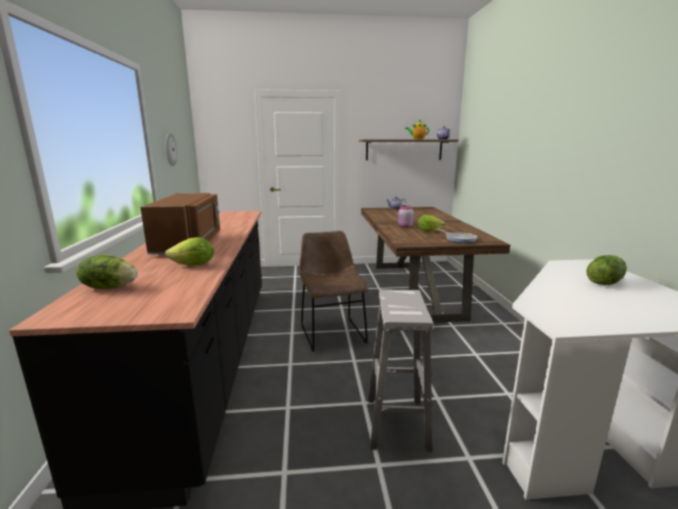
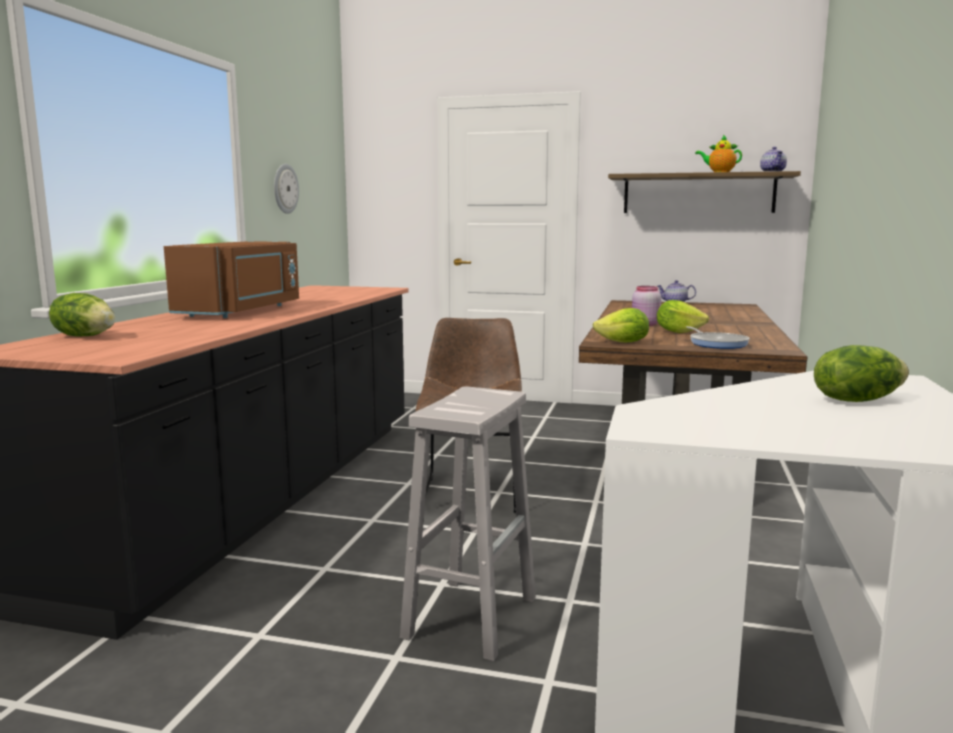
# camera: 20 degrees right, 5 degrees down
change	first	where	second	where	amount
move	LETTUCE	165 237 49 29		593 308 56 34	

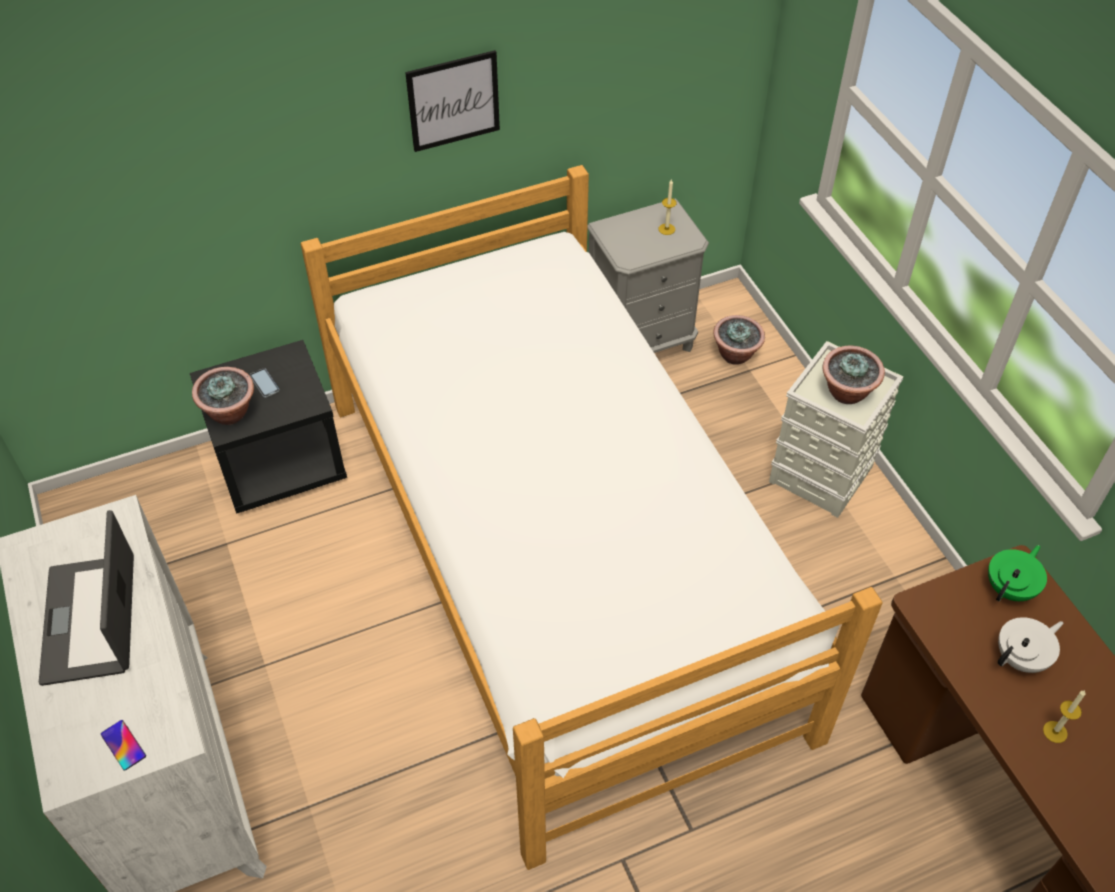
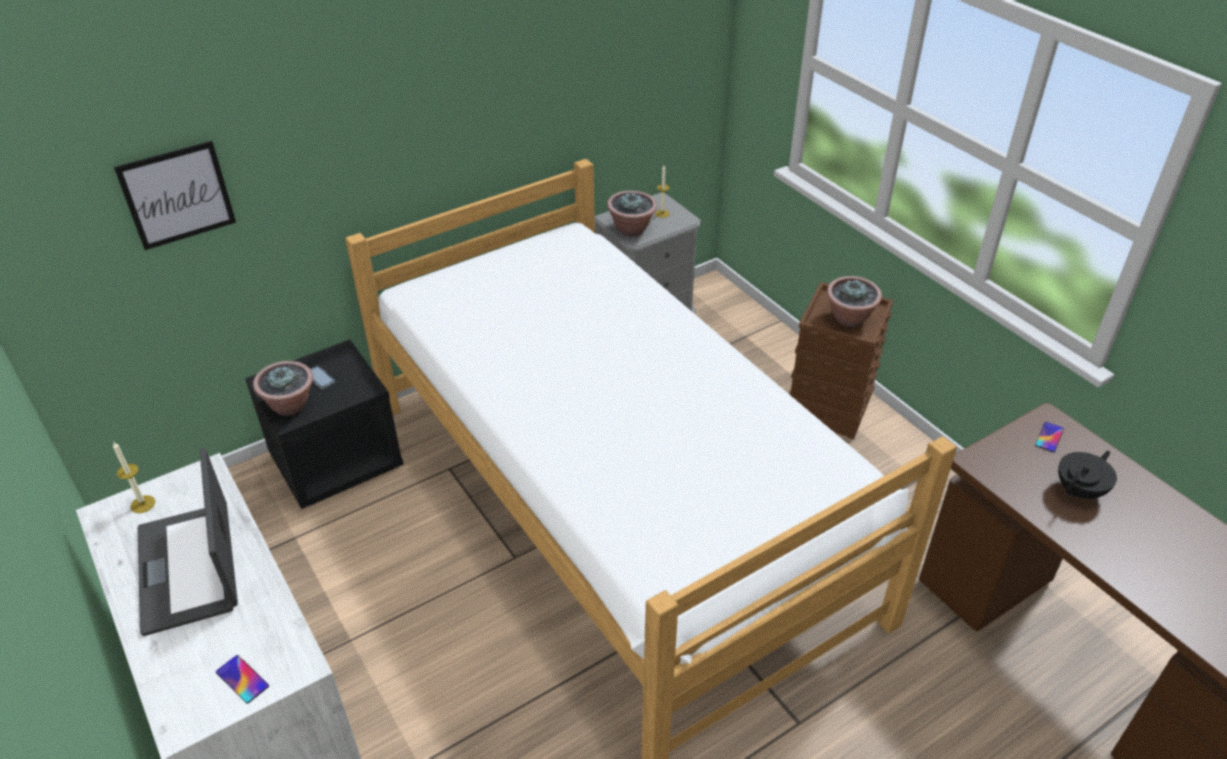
# camera: 10 degrees left, 10 degrees down
change	first	where	second	where	amount
move	PICTURE	405 50 95 102		114 141 122 109	
move	POTTED PLANT	713 315 52 50		607 191 50 46	
recolor	GREY STORAGE BOX	769 341 135 177	BROWN STORAGE BOX	789 282 105 157	
replace	GREEN TEAPOT	988 545 59 56	PHONE	1035 422 29 31	
recolor	WHITE TEAPOT	998 617 65 56	BLACK TEAPOT	1058 451 59 48	
move	CANDLE	1043 690 43 53		113 441 42 72	

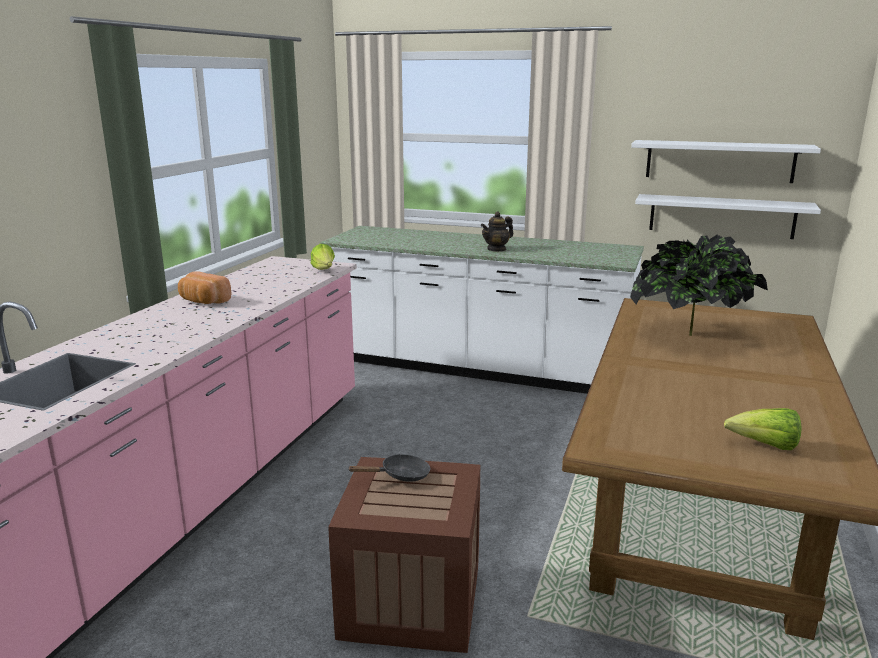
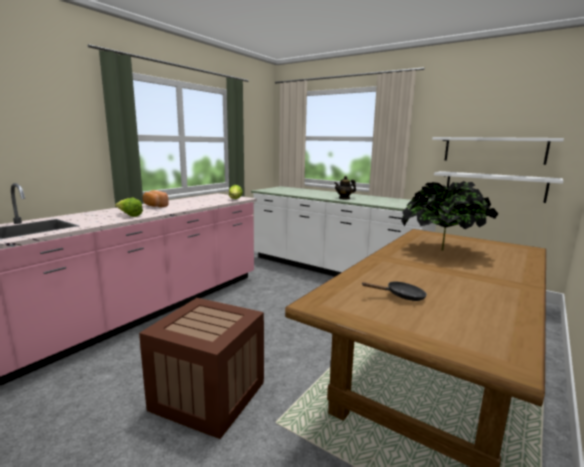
# camera: 15 degrees right, 5 degrees down
change	first	where	second	where	amount
move	LETTUCE	724 408 78 42		115 198 28 19	
move	BLACK FRYING PAN	347 454 83 28		362 282 65 19	

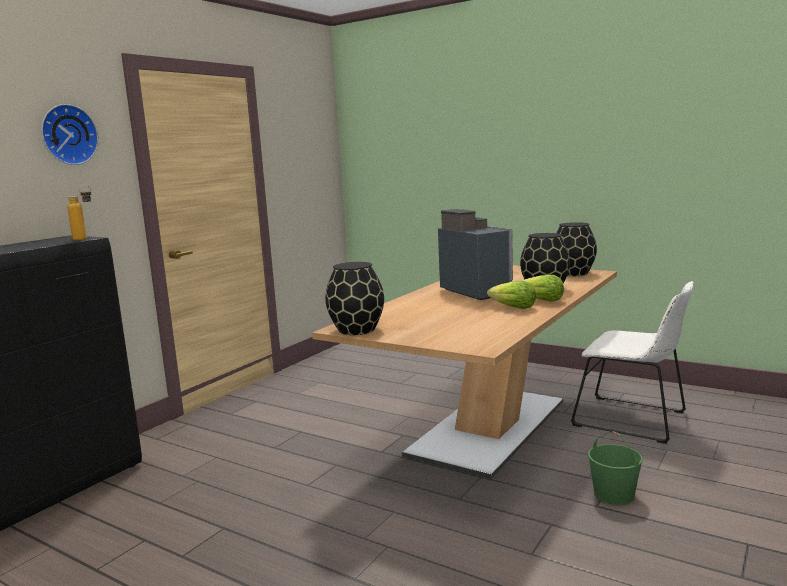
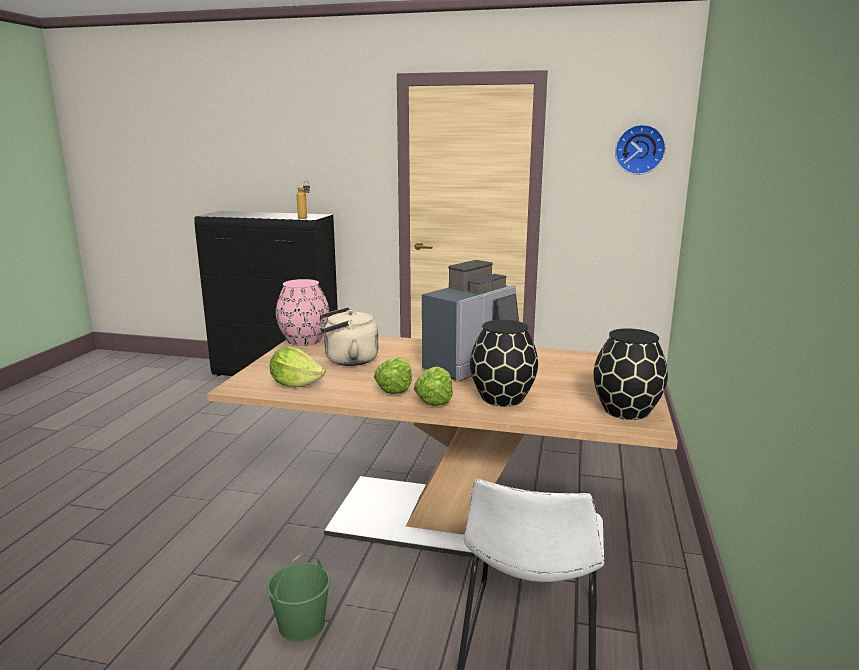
# camera: 70 degrees right, 5 degrees up
change	first	where	second	where	amount
move	WALL CLOCK	41 104 58 61		615 124 51 51	
recolor	BLACK VASE	325 262 59 73	PINK VASE	276 279 53 67	
insert			BEIGE KETTLE	319 307 59 59	
insert			LETTUCE	270 346 55 42	

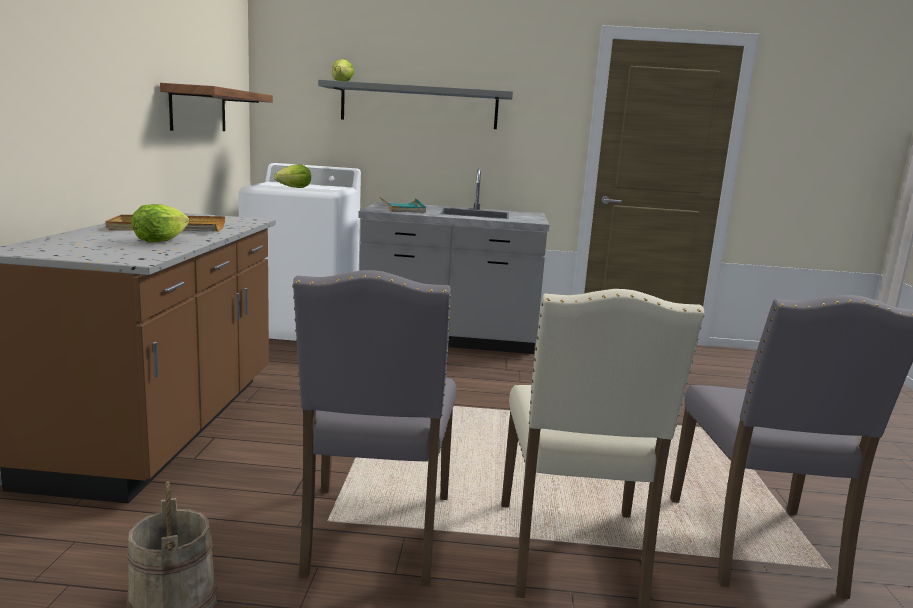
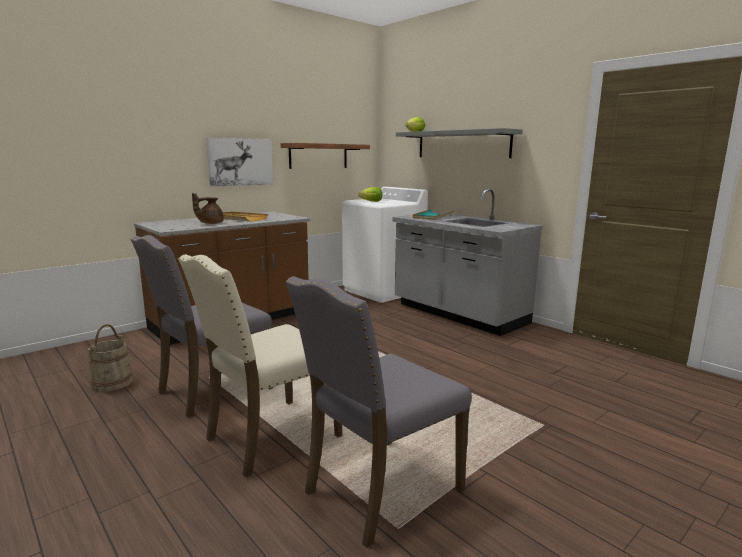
# camera: 45 degrees right, 0 degrees up
change	first	where	second	where	amount
replace	LETTUCE	131 204 58 39	BROWN TEAPOT	192 193 32 31	
insert			PICTURE	206 137 67 50	

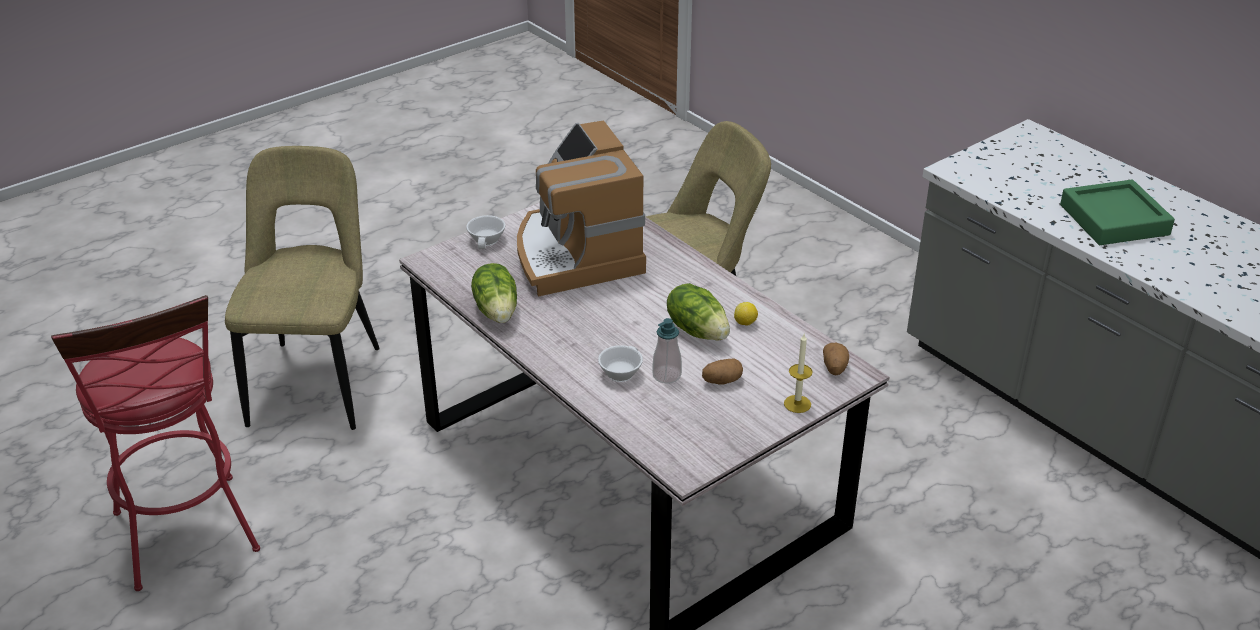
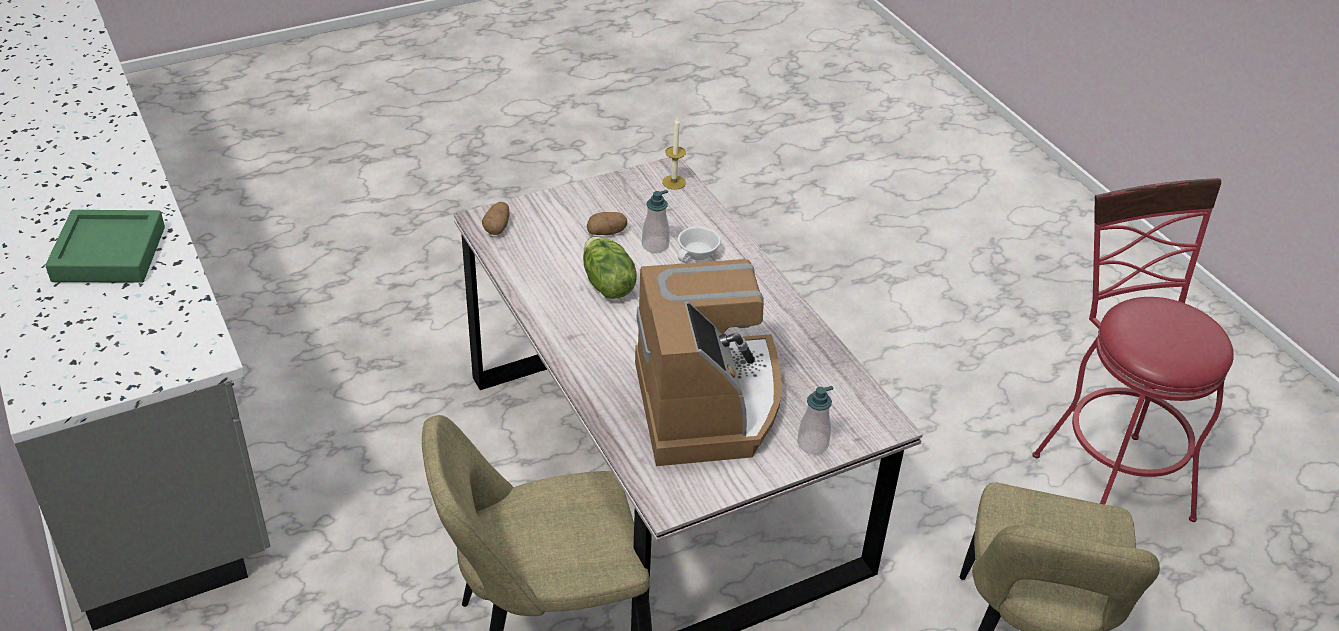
# camera: 170 degrees left, 5 degrees up
change	first	where	second	where	amount
replace	WHITE CUP	466 215 39 34	SOAP DISPENSER	797 386 36 68	
delete	LETTUCE	471 263 46 60			
delete	LEMON	734 302 24 23			
move	CANDLE	784 334 29 79		662 118 24 72	

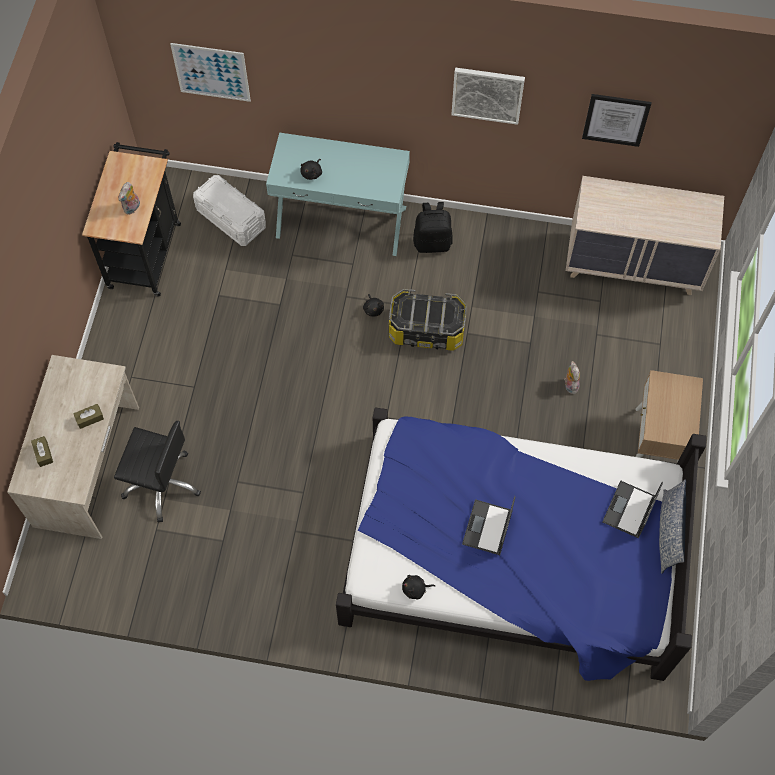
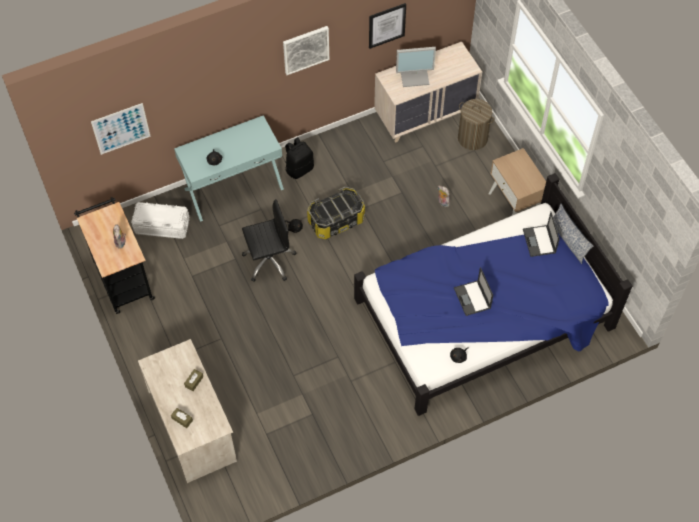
# camera: 35 degrees left, 5 degrees down
change	first	where	second	where	amount
move	BLACK OFFICE CHAIR	114 421 87 101		242 199 55 83	
insert			MONITOR	396 47 40 40	
insert			LAUNDRY BASKET	458 99 36 51	

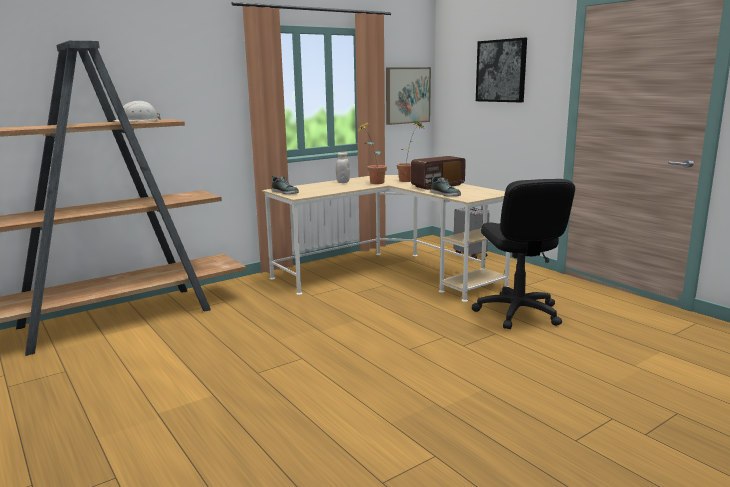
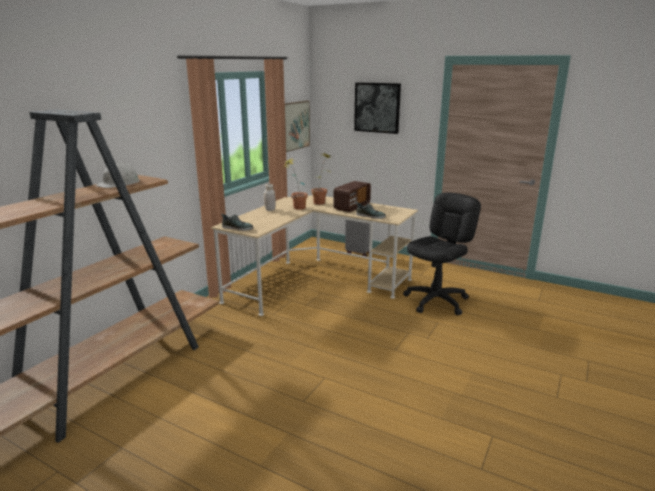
# camera: 25 degrees left, 5 degrees up
change	first	where	second	where	amount
rotate	BLACK OFFICE CHAIR	472 179 103 150		403 192 78 123	105 degrees counterclockwise

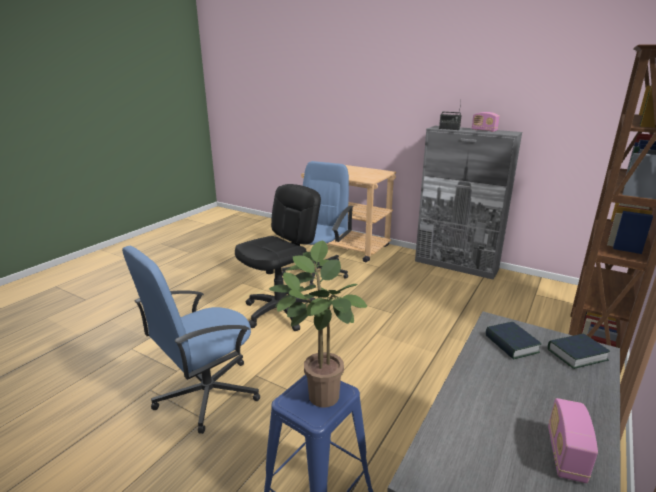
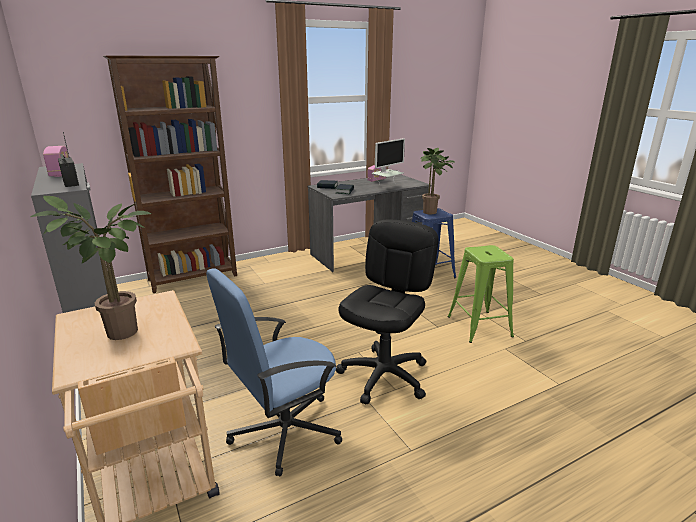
# camera: 150 degrees left, 0 degrees up
change	first	where	second	where	amount
rotate	BLACK OFFICE CHAIR	235 184 86 147		336 220 103 185	135 degrees clockwise
replace	BLUE OFFICE CHAIR	122 246 138 188	GREEN STOOL	447 245 67 98	
insert			MONITOR	372 138 33 47	
insert			POTTED PLANT	30 196 121 144	

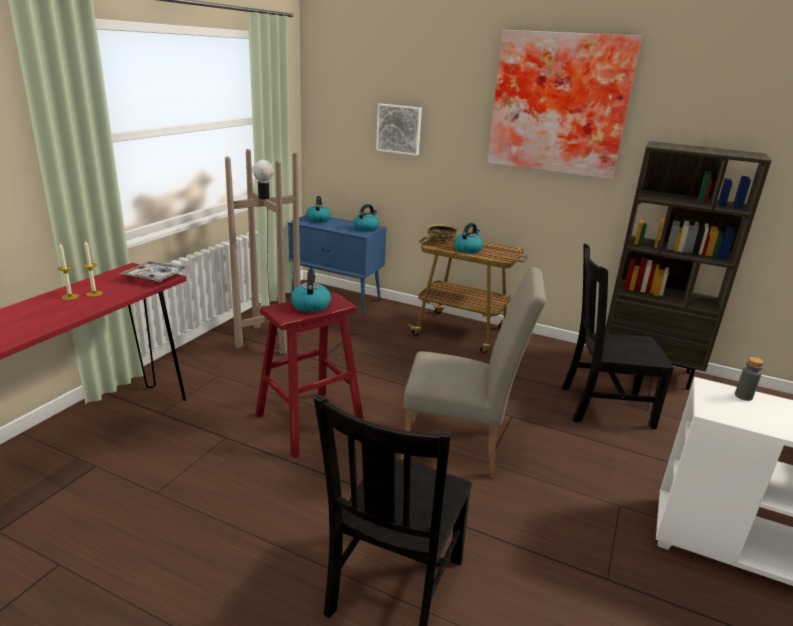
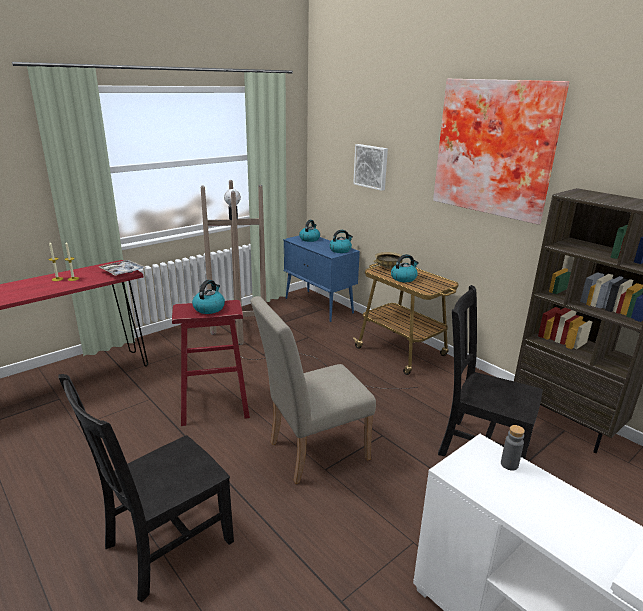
# camera: 25 degrees right, 0 degrees up
change	first	where	second	where	amount
rotate	BEIGE CHAIR	400 267 146 212		250 296 126 188	120 degrees clockwise

